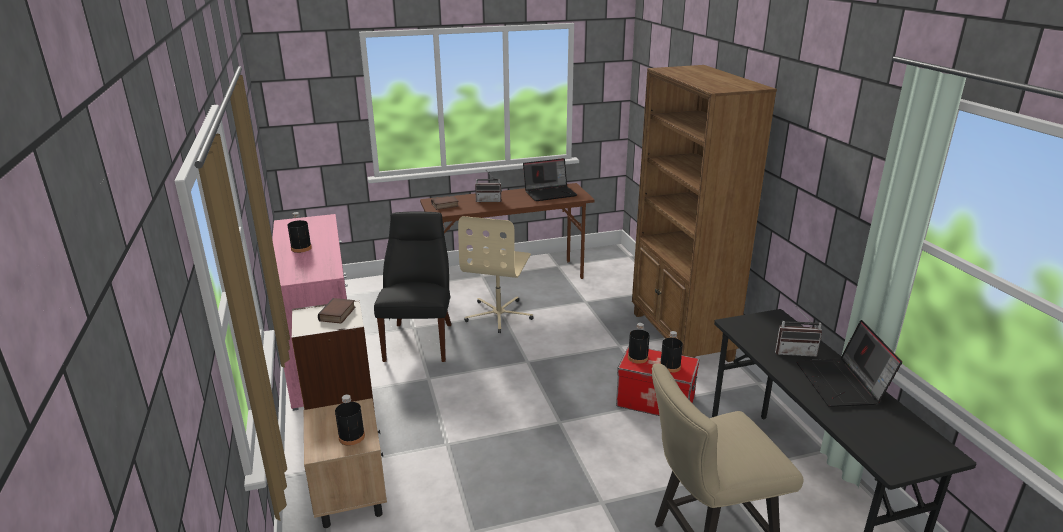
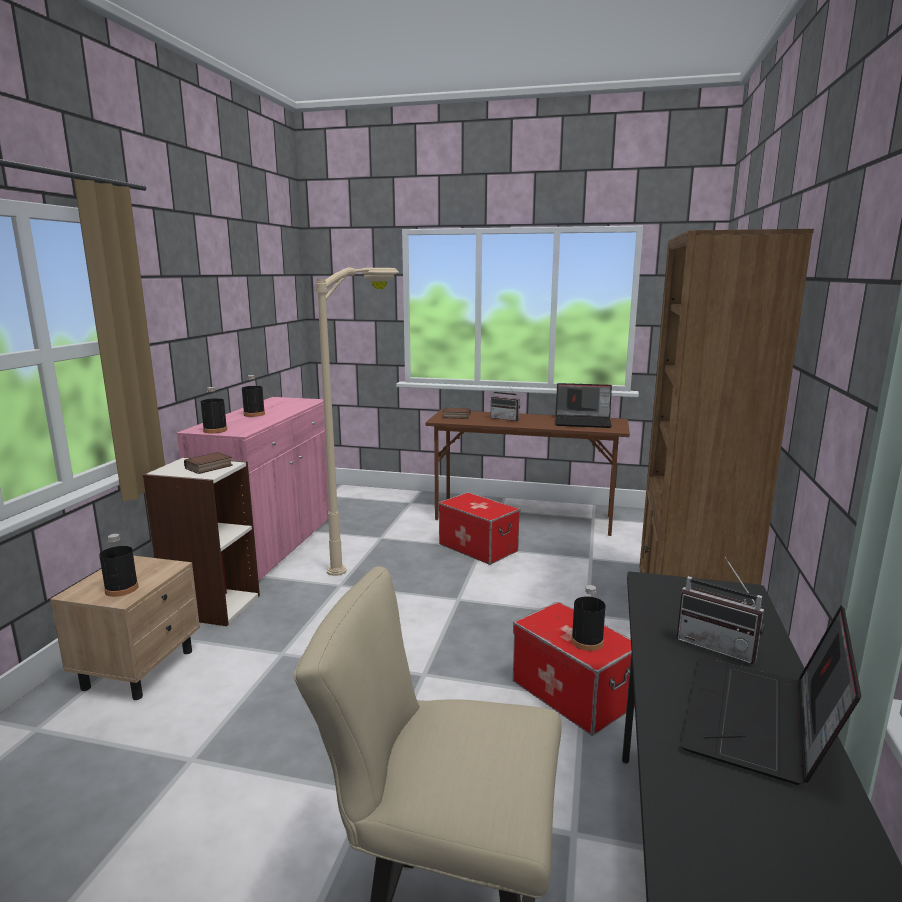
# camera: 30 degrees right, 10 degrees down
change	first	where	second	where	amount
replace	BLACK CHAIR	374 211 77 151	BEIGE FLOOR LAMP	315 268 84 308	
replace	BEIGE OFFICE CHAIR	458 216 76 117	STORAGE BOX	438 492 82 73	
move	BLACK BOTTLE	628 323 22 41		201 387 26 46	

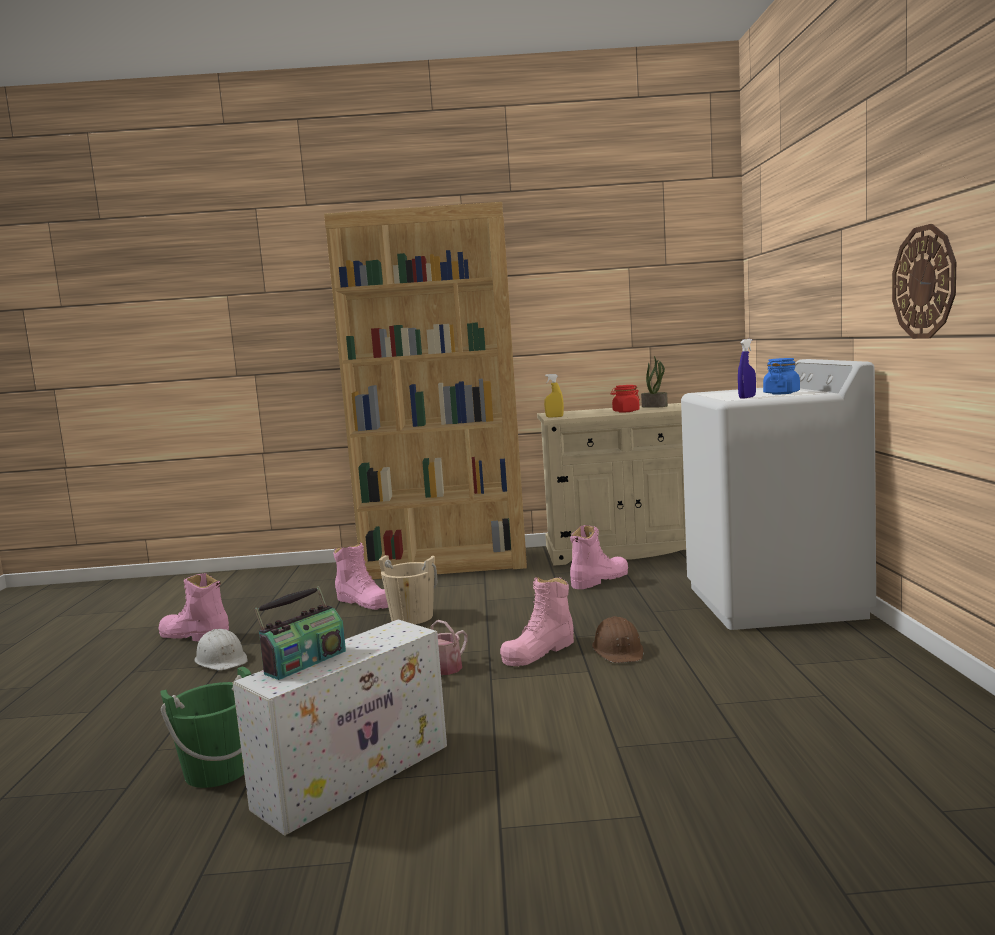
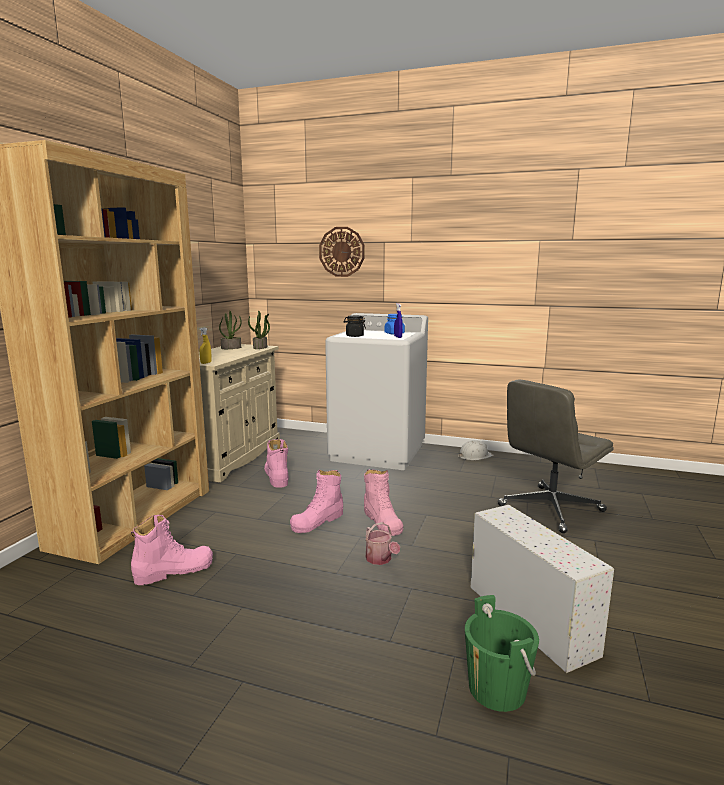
# camera: 70 degrees left, 5 degrees up
change	first	where	second	where	amount
move	WALL CLOCK	892 224 64 115		319 227 46 50	
delete	RED JAR	611 385 29 28			
delete	BEIGE BUCKET	379 555 58 69			
move	PINK BOOT	158 573 71 69		290 470 53 63	
delete	RADIO	254 586 92 94			
delete	BROWN HARD HAT	592 616 52 47			
move	WHITE HARD HAT	194 629 54 41		458 440 36 20	
insert			POTTED PLANT	248 311 22 38	
insert			BLACK JAR	343 315 23 22	
insert			GREY OFFICE CHAIR	498 379 116 154	

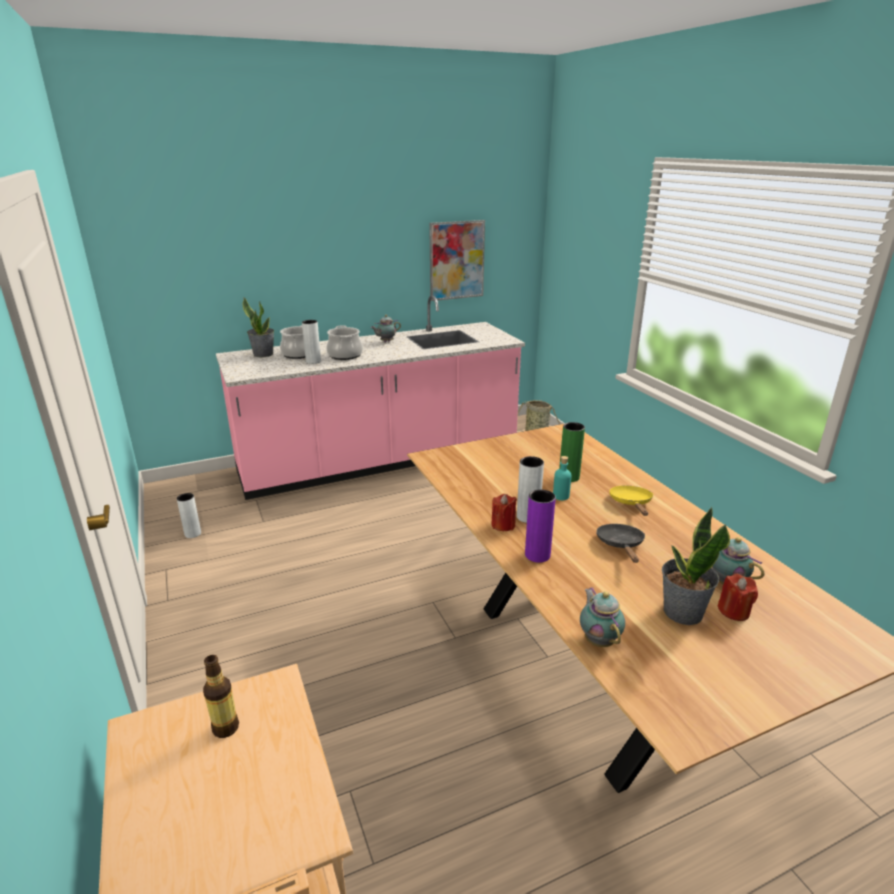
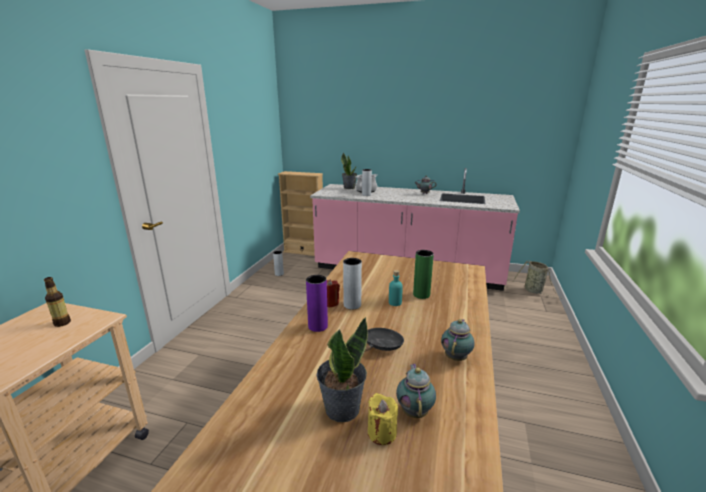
# camera: 40 degrees right, 5 degrees down
change	first	where	second	where	amount
delete	PICTURE	429 220 56 81			
delete	COOKING POT	326 325 37 35			
delete	YELLOW FRYING PAN	609 486 44 30			
recolor	RED CANDLE	718 574 40 47	YELLOW CANDLE	368 393 30 52	
move	TEAPOT	580 588 45 59		441 319 34 42	
insert			BEIGE BOOKCASE	278 171 45 85	

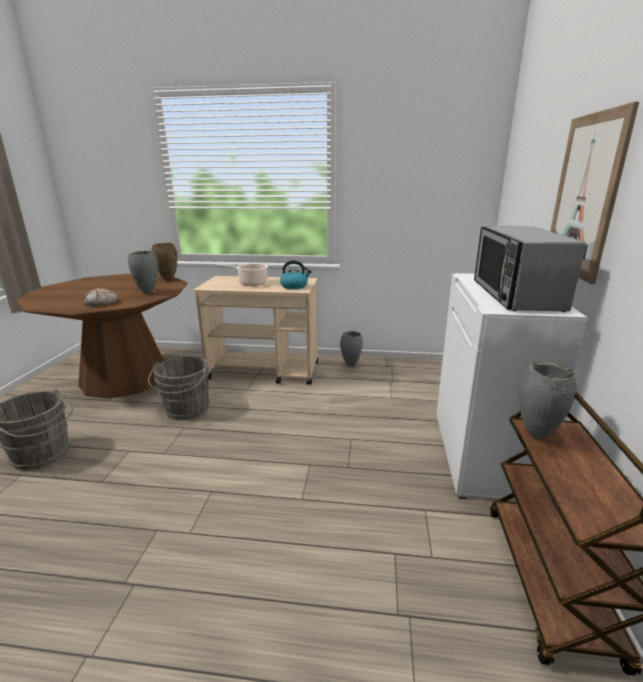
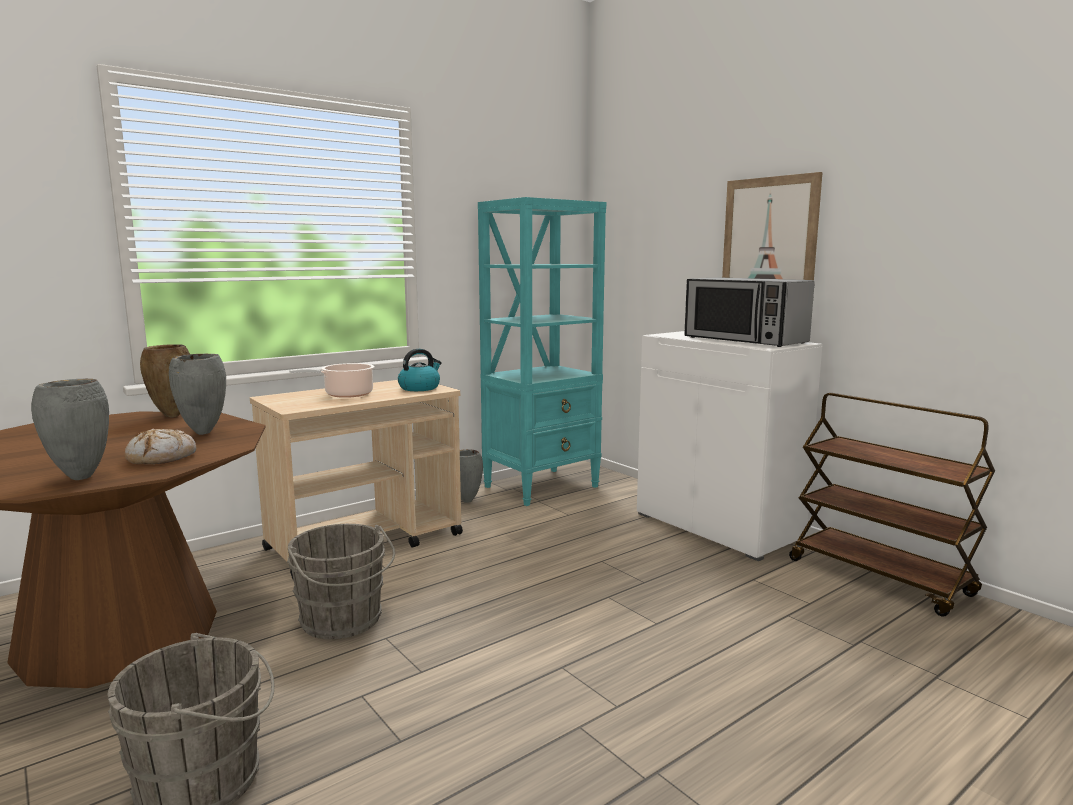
# camera: 45 degrees left, 10 degrees down
change	first	where	second	where	amount
move	GREY VASE	519 362 58 77		31 379 78 101	
insert			TURQUOISE BOOKCASE	478 197 128 309	

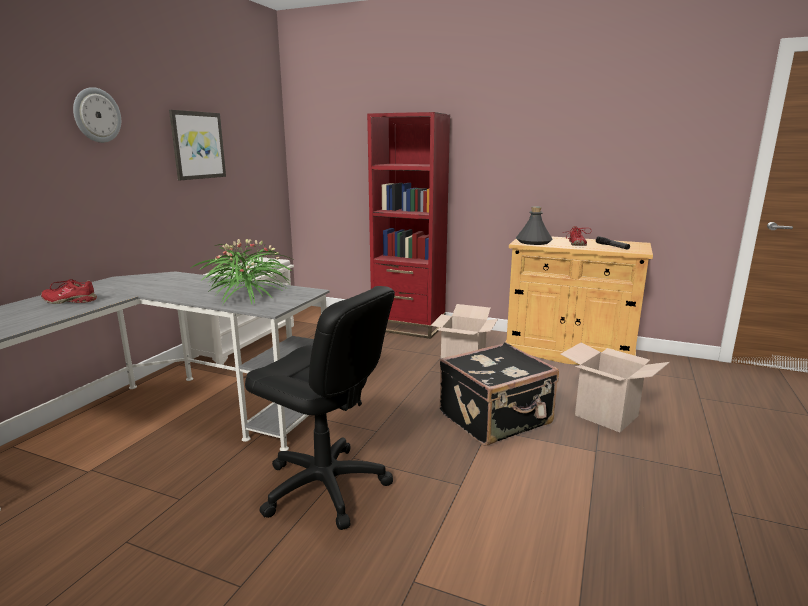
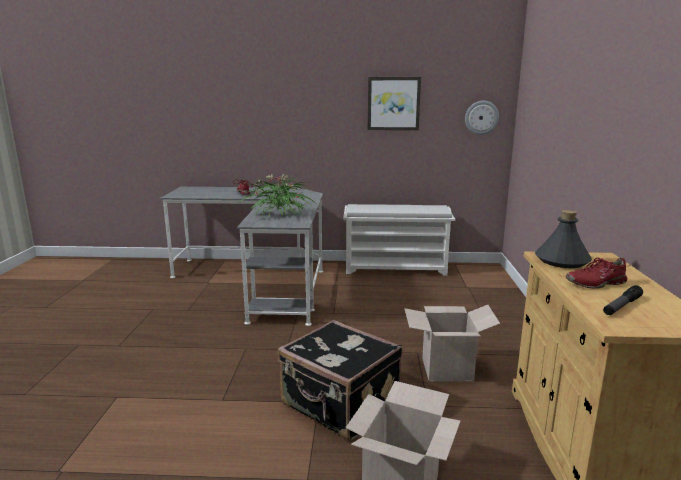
# camera: 70 degrees right, 0 degrees up
change	first	where	second	where	amount
move	WALL CLOCK	73 87 48 56		465 101 34 34	
delete	RED BOOKCASE	367 112 83 227			
delete	BLACK OFFICE CHAIR	245 286 150 244			

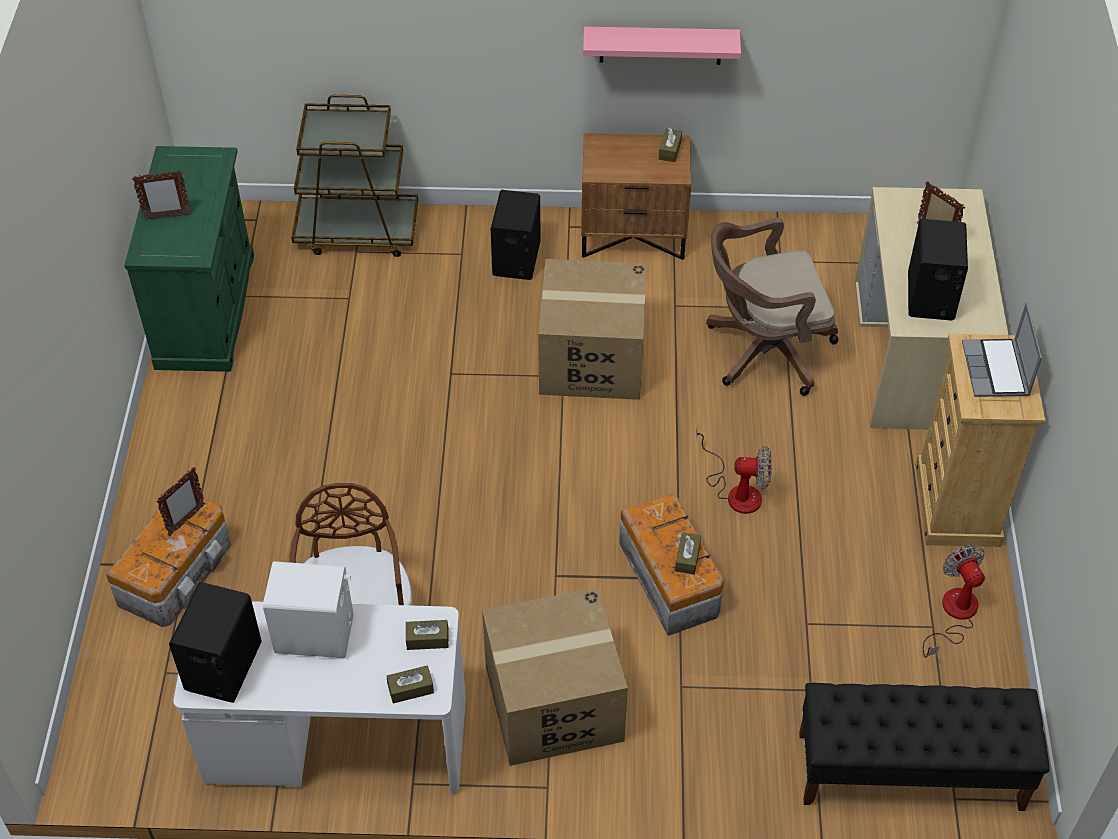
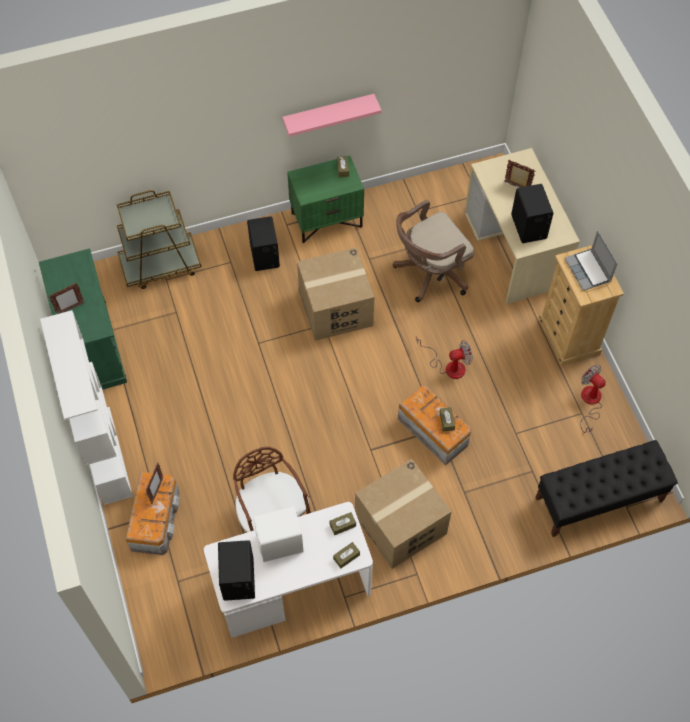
# camera: 20 degrees left, 10 degrees up
change	first	where	second	where	amount
recolor	BROWN NIGHTSTAND	581 133 110 127	GREEN NIGHTSTAND	287 156 77 88	
insert			WHITE BOOKCASE	40 310 93 195	

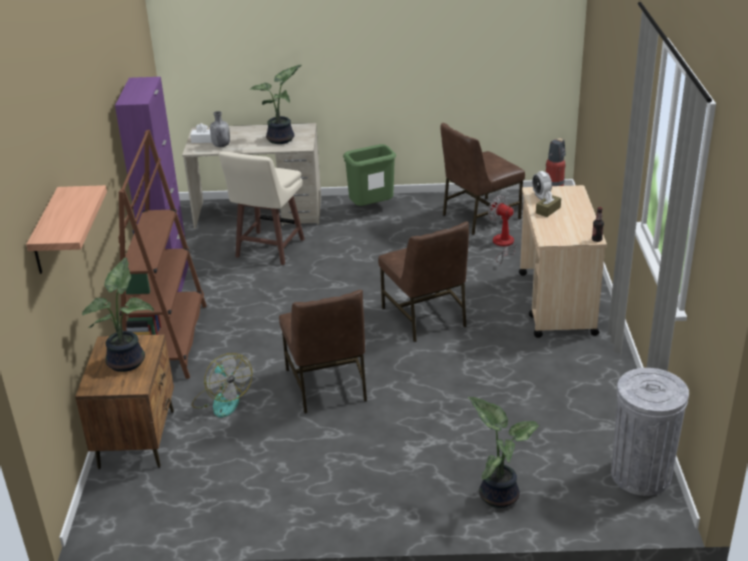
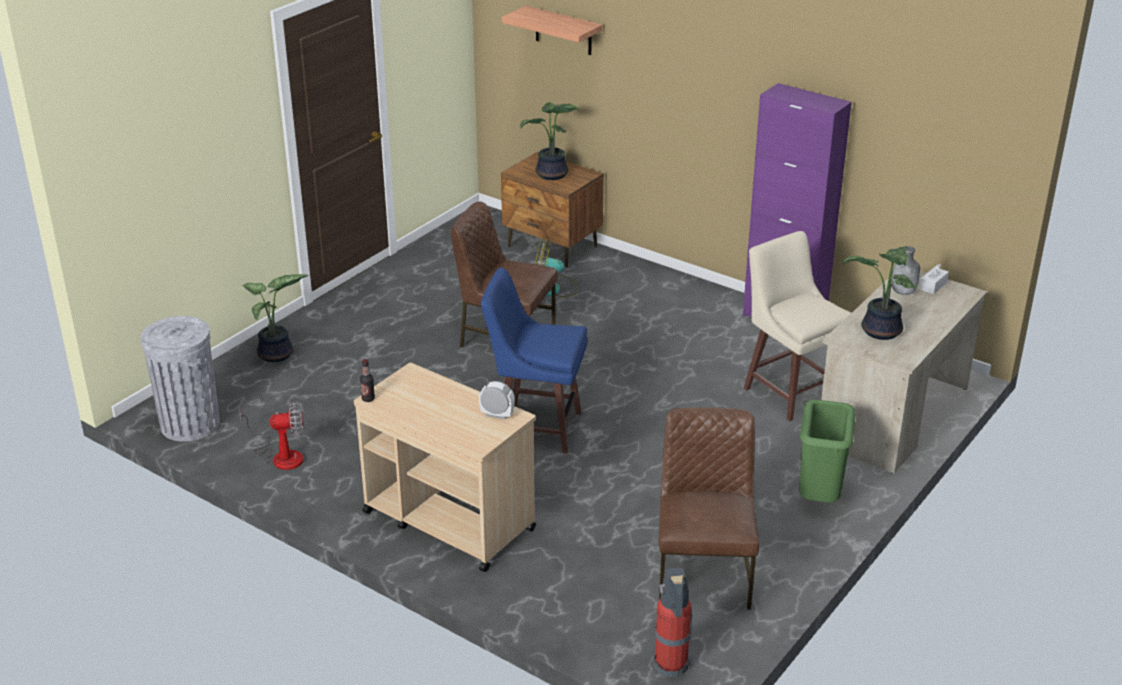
# camera: 125 degrees right, 0 degrees up
change	first	where	second	where	amount
delete	BROWN BOOKCASE	119 130 88 249			
delete	BROWN TISSUE BOX	536 191 25 26			
move	FAN	488 195 28 69		240 401 63 69	
replace	BROWN CHAIR	378 221 91 121	BLUE STOOL	481 268 106 186	

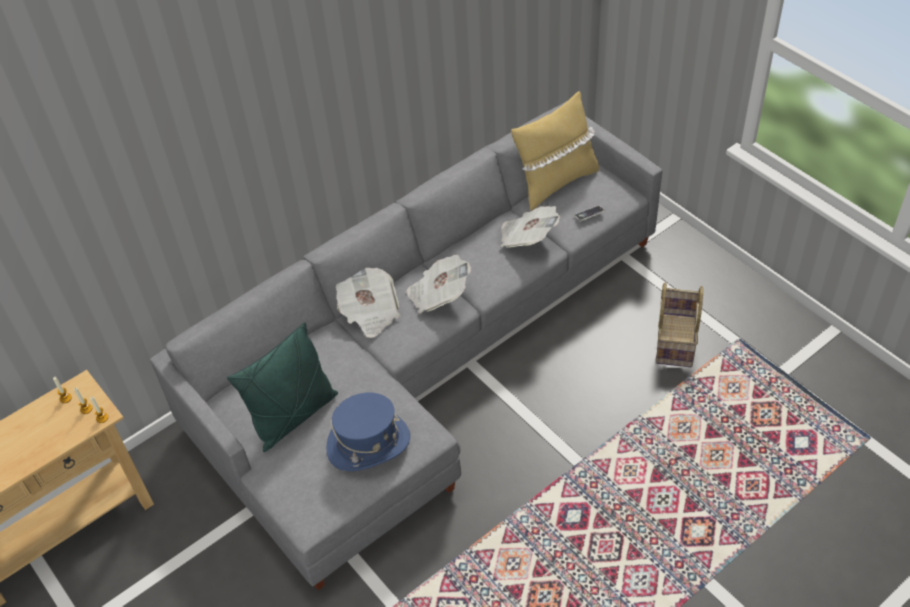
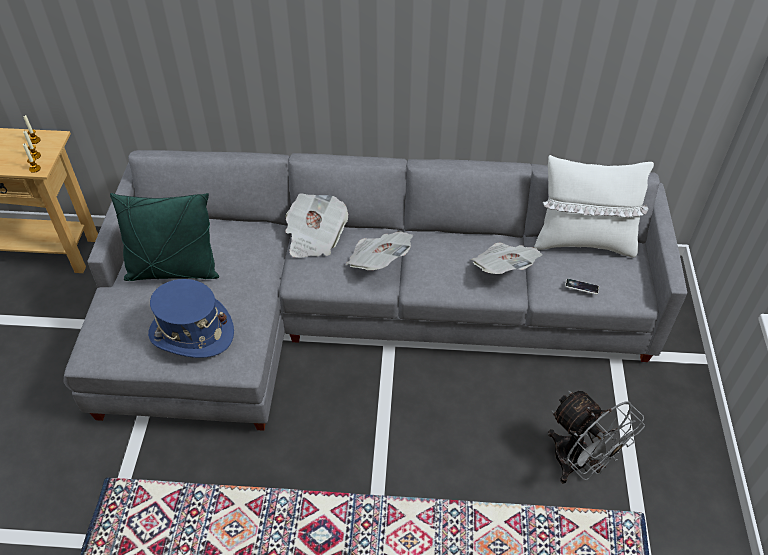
# camera: 40 degrees right, 0 degrees up
change	first	where	second	where	amount
recolor	YELLOW PILLOW	511 91 88 120	WHITE PILLOW	534 155 120 102	
replace	BASKET	656 283 47 84	GREY FAN	548 391 97 93	

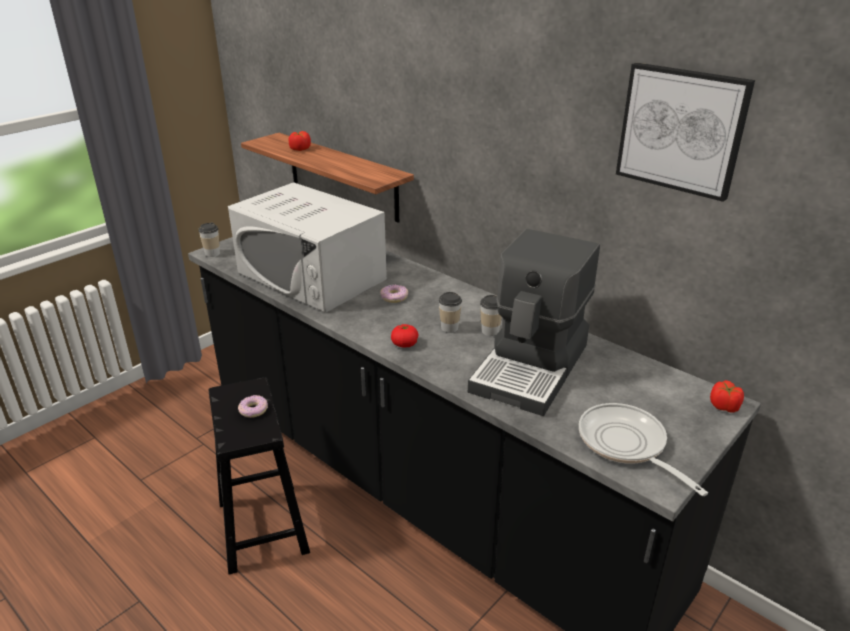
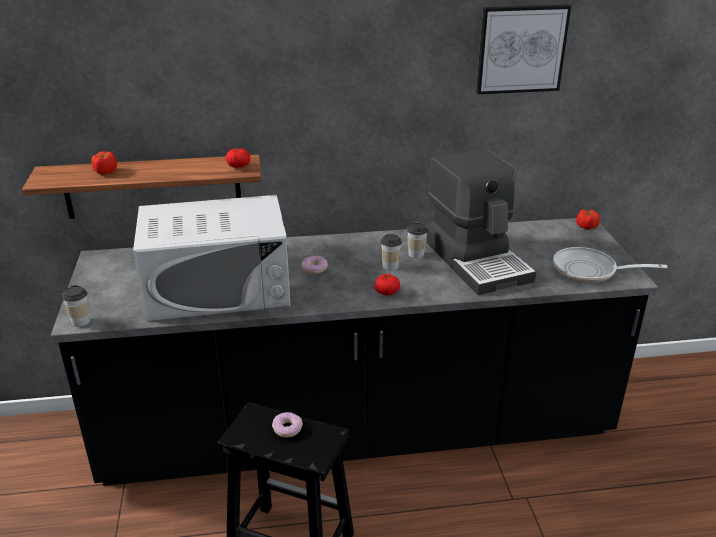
# camera: 50 degrees left, 0 degrees up
change	first	where	second	where	amount
insert			TOMATO	226 148 24 20	

